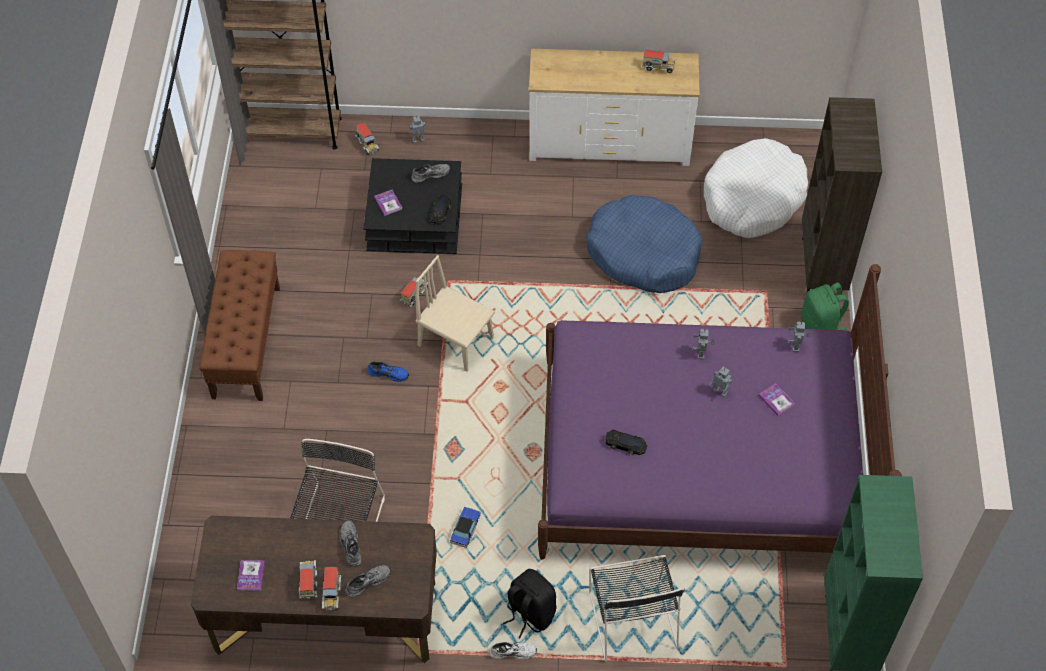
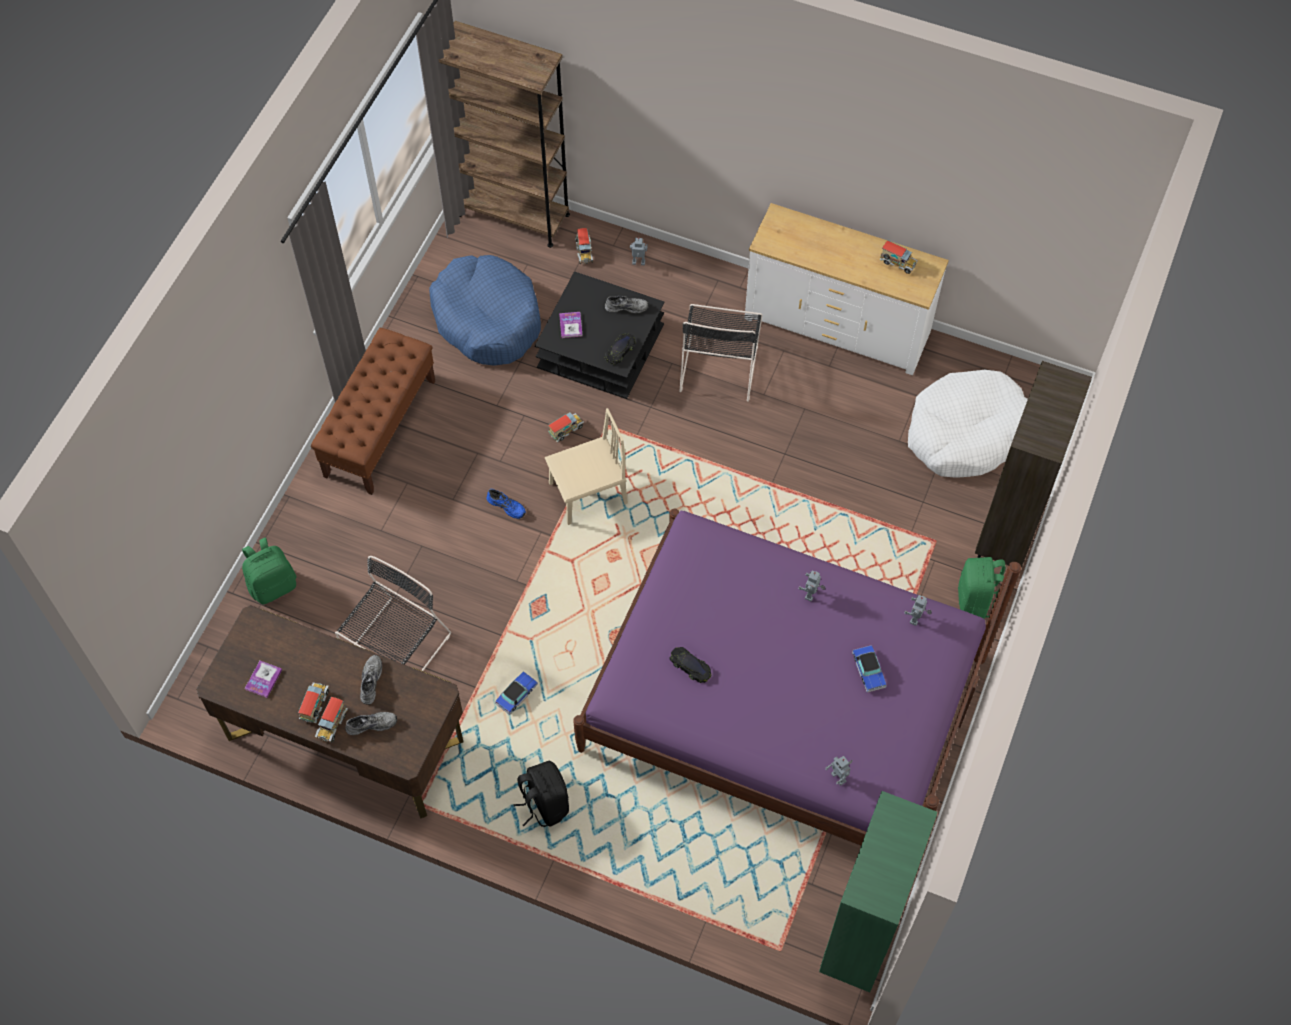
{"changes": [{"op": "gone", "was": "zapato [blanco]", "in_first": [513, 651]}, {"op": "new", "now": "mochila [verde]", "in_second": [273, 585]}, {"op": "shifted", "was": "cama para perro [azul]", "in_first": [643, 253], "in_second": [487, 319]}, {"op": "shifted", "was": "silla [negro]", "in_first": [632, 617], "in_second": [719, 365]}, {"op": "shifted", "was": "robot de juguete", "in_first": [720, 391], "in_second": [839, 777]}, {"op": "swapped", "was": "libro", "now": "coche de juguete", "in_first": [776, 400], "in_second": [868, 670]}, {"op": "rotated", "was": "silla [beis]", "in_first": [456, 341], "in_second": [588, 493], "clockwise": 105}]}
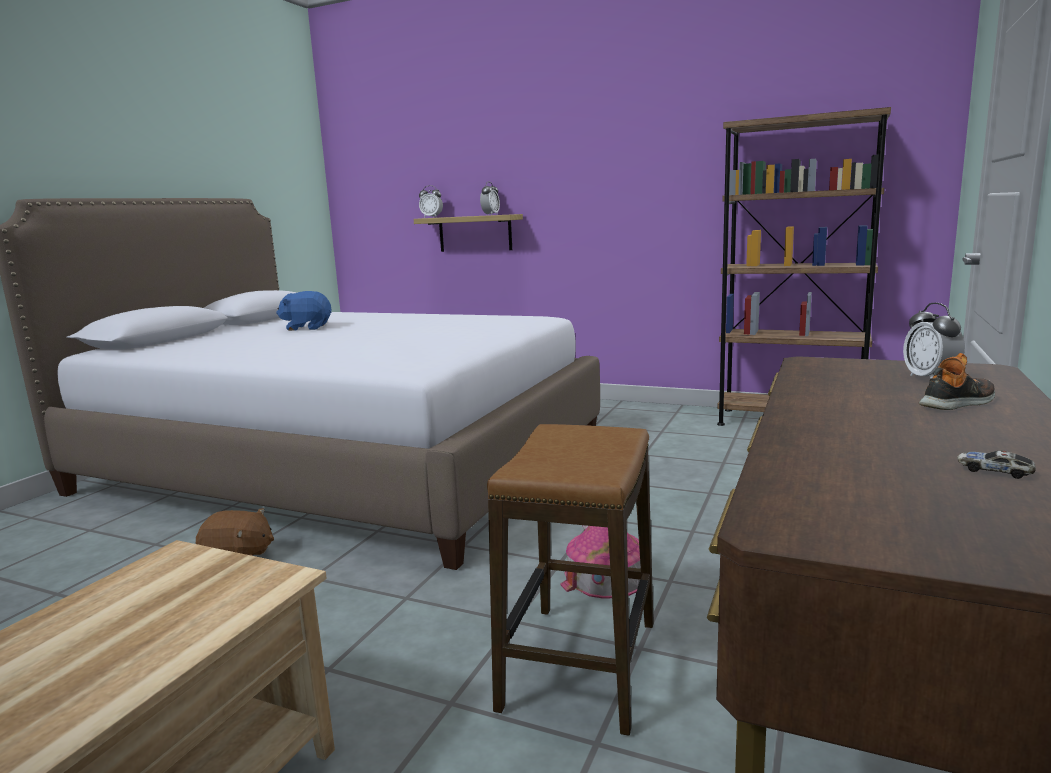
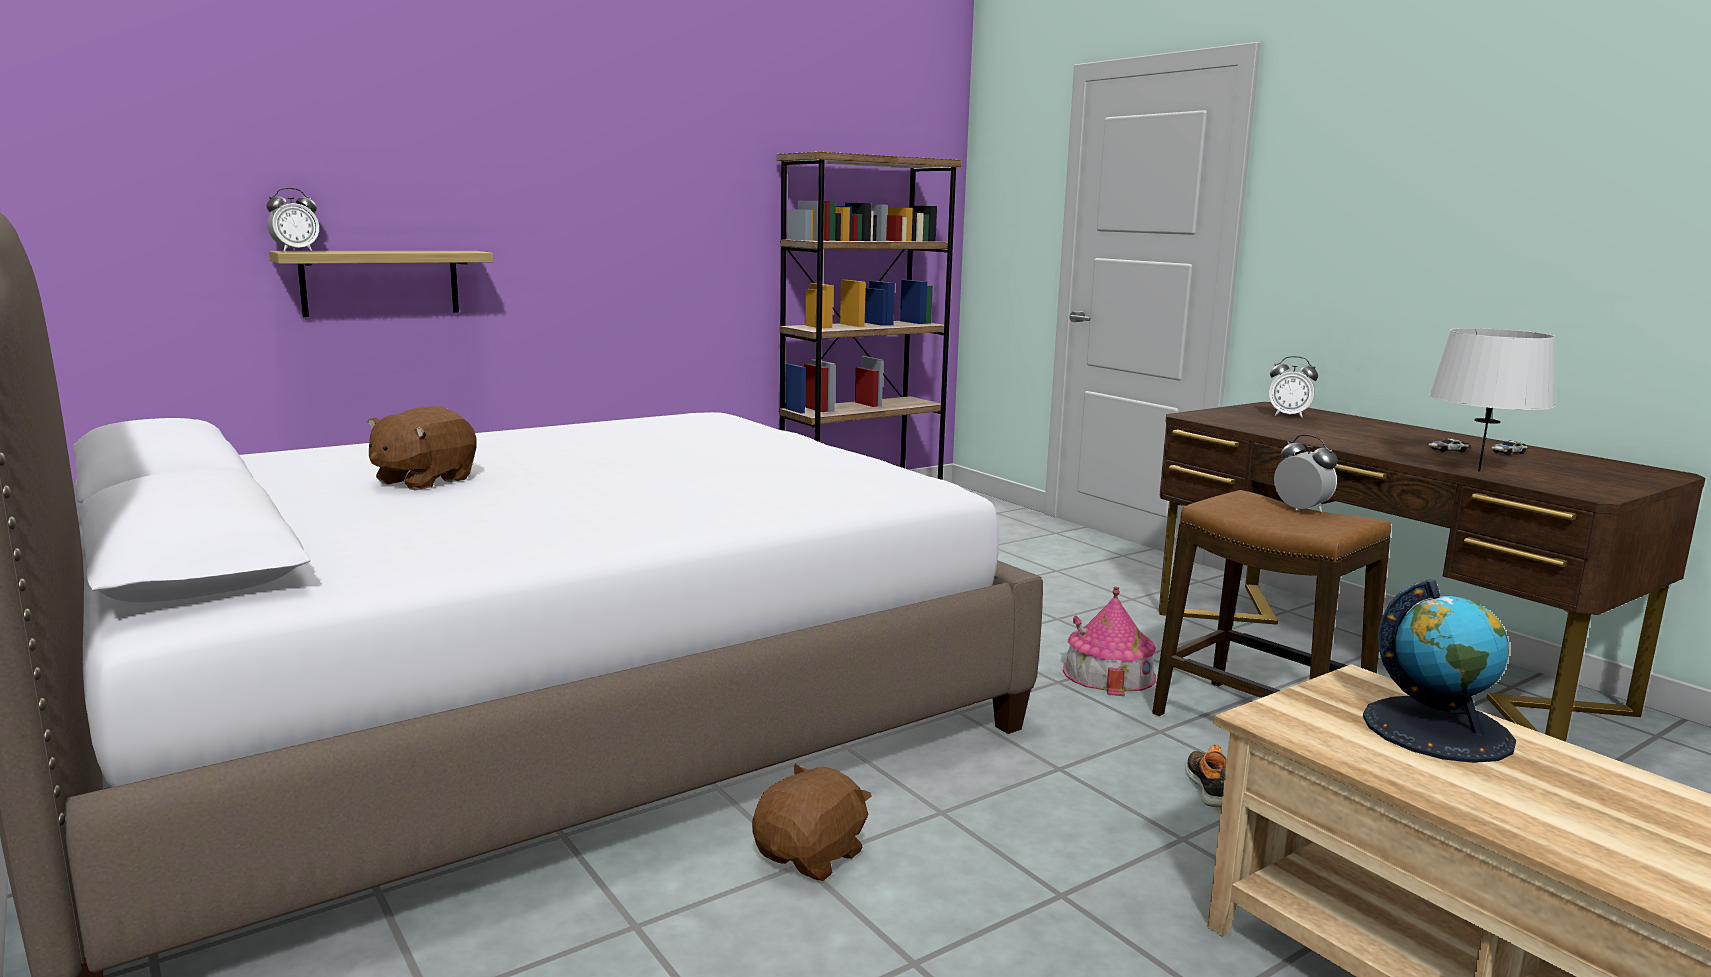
{"changes": [{"op": "new", "now": "globo terráqueo", "in_second": [1437, 729]}, {"op": "new", "now": "coche de juguete", "in_second": [1447, 451]}, {"op": "new", "now": "lámpara de mesa [gris]", "in_second": [1479, 471]}, {"op": "shifted", "was": "despertador", "in_first": [490, 215], "in_second": [1301, 509]}, {"op": "shifted", "was": "zapato", "in_first": [958, 403], "in_second": [1209, 787]}, {"op": "repainted", "was": "peluche [azul]", "now": "peluche [marrón]", "in_first": [307, 328], "in_second": [423, 480]}]}
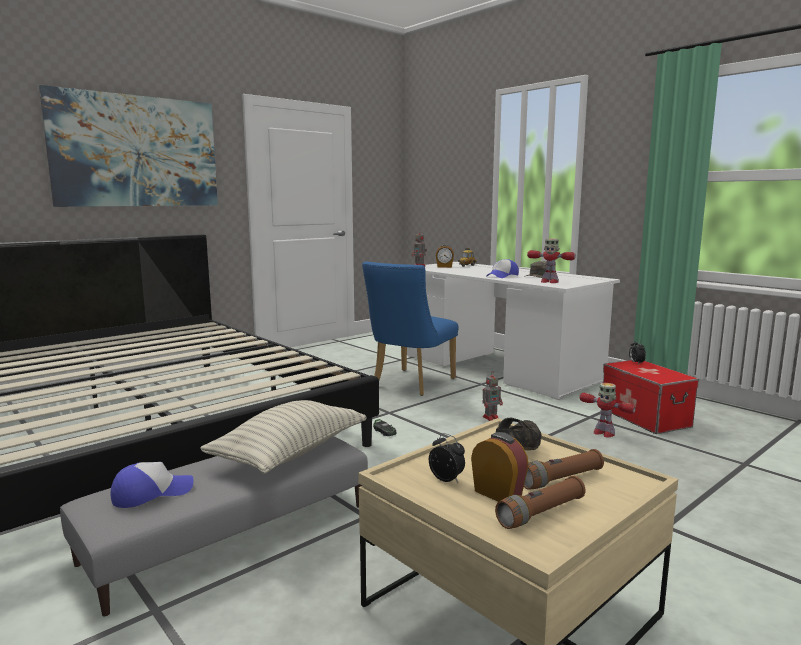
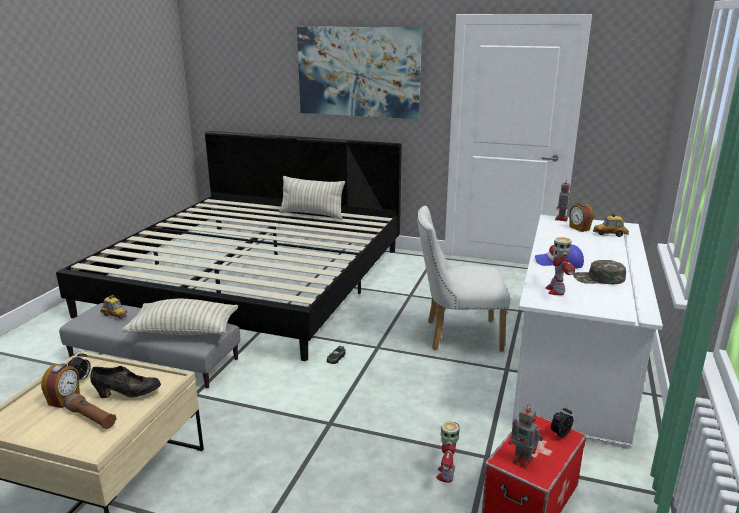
{"changes": [{"op": "gone", "was": "linterna [marrón]", "in_first": [541, 513]}, {"op": "new", "now": "cojín", "in_second": [312, 214]}, {"op": "shifted", "was": "robot de juguete", "in_first": [491, 417], "in_second": [523, 460]}, {"op": "swapped", "was": "gorra", "now": "coche de juguete", "in_first": [152, 493], "in_second": [115, 316]}, {"op": "repainted", "was": "silla [azul]", "now": "silla [blanco]", "in_first": [410, 384], "in_second": [456, 335]}]}
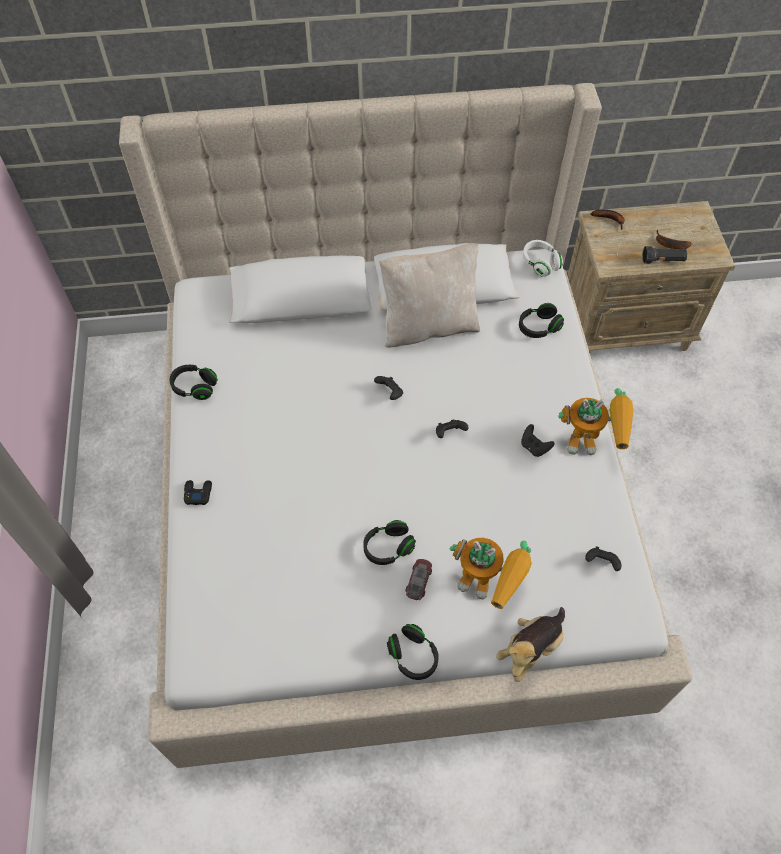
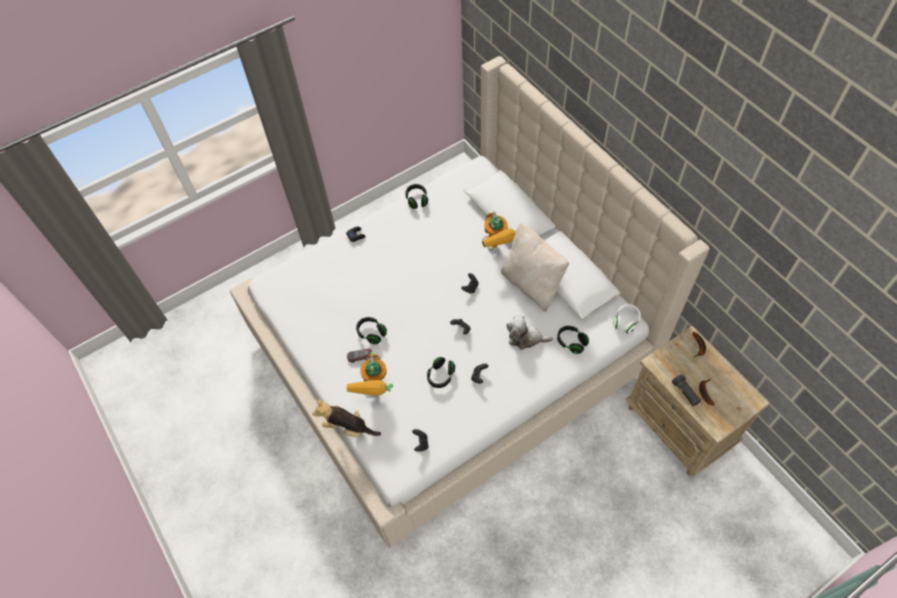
{"changes": [{"op": "new", "now": "peluche", "in_second": [525, 338]}, {"op": "shifted", "was": "auriculares [negro]", "in_first": [413, 656], "in_second": [441, 376]}, {"op": "shifted", "was": "robot de juguete", "in_first": [592, 442], "in_second": [497, 247]}]}
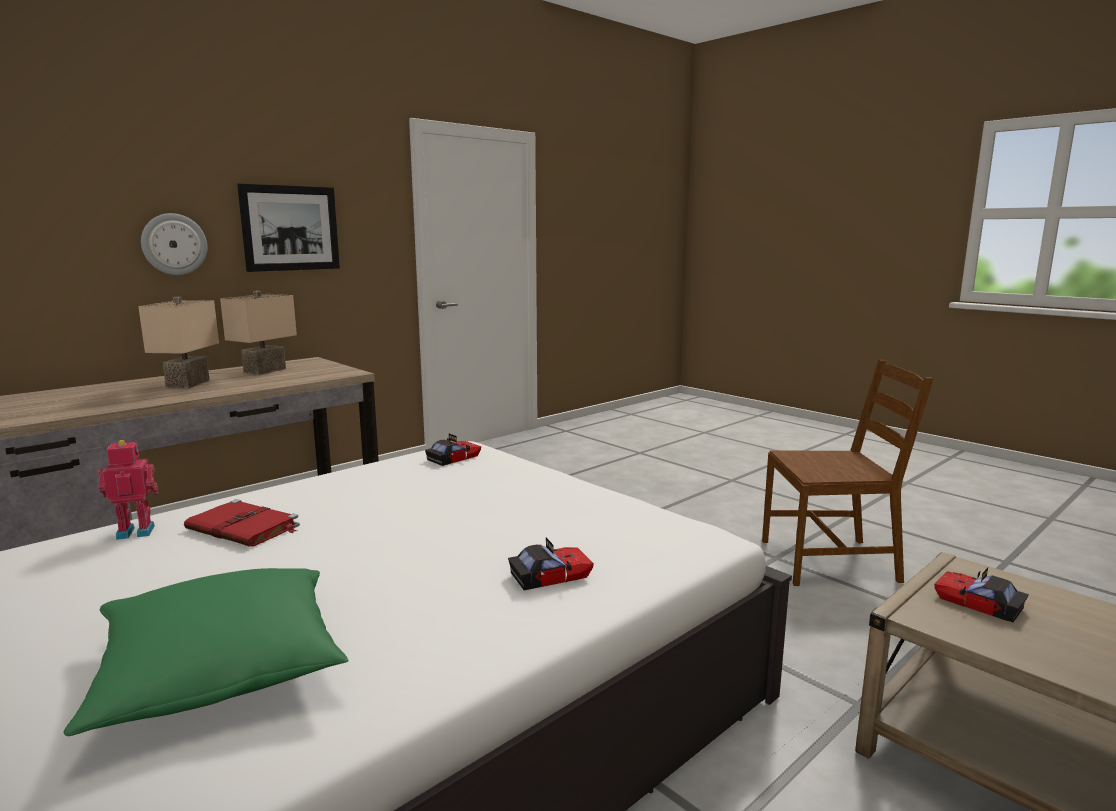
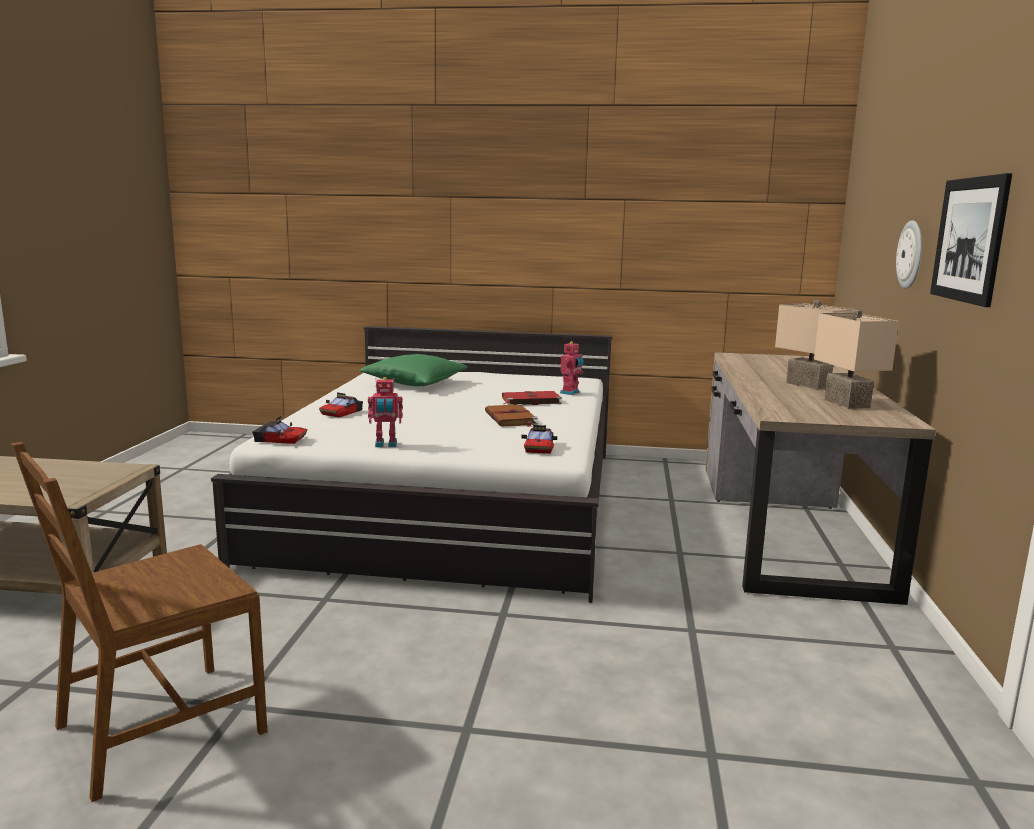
{"changes": [{"op": "new", "now": "robot de juguete", "in_second": [386, 445]}, {"op": "new", "now": "libro [marrón]", "in_second": [511, 418]}, {"op": "shifted", "was": "coche de juguete", "in_first": [978, 602], "in_second": [280, 439]}]}
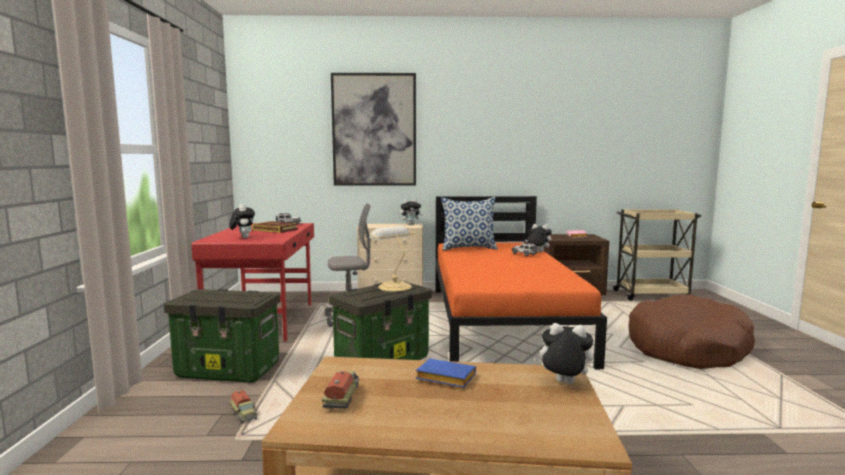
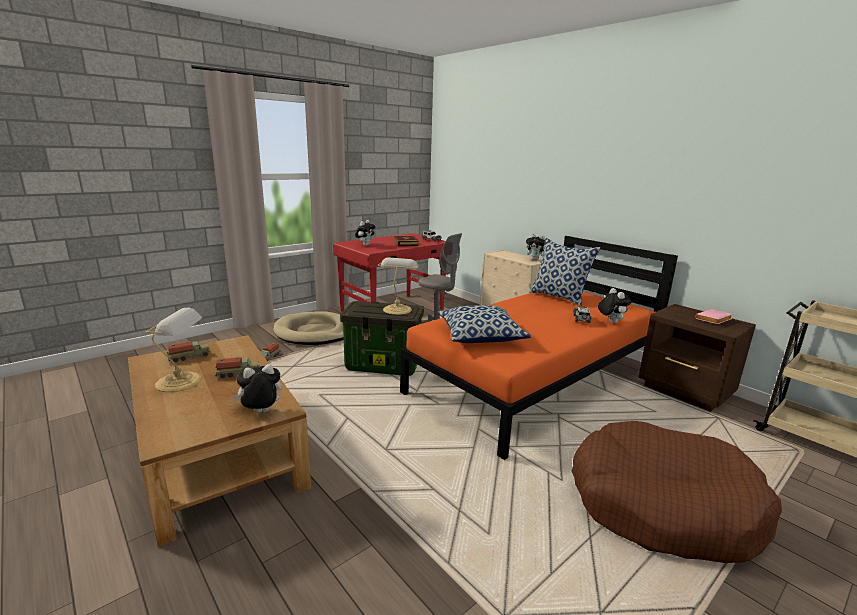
{"changes": [{"op": "gone", "was": "cuadro", "in_first": [374, 130]}, {"op": "new", "now": "lámpara de mesa", "in_second": [181, 382]}, {"op": "new", "now": "cojín", "in_second": [480, 337]}, {"op": "swapped", "was": "caja de almacenaje", "now": "cama para perro [beis]", "in_first": [230, 370], "in_second": [314, 332]}, {"op": "swapped", "was": "libro [azul]", "now": "camión de juguete", "in_first": [444, 378], "in_second": [238, 373]}, {"op": "rotated", "was": "peluche", "in_first": [563, 383], "in_second": [261, 413], "clockwise": -90}]}
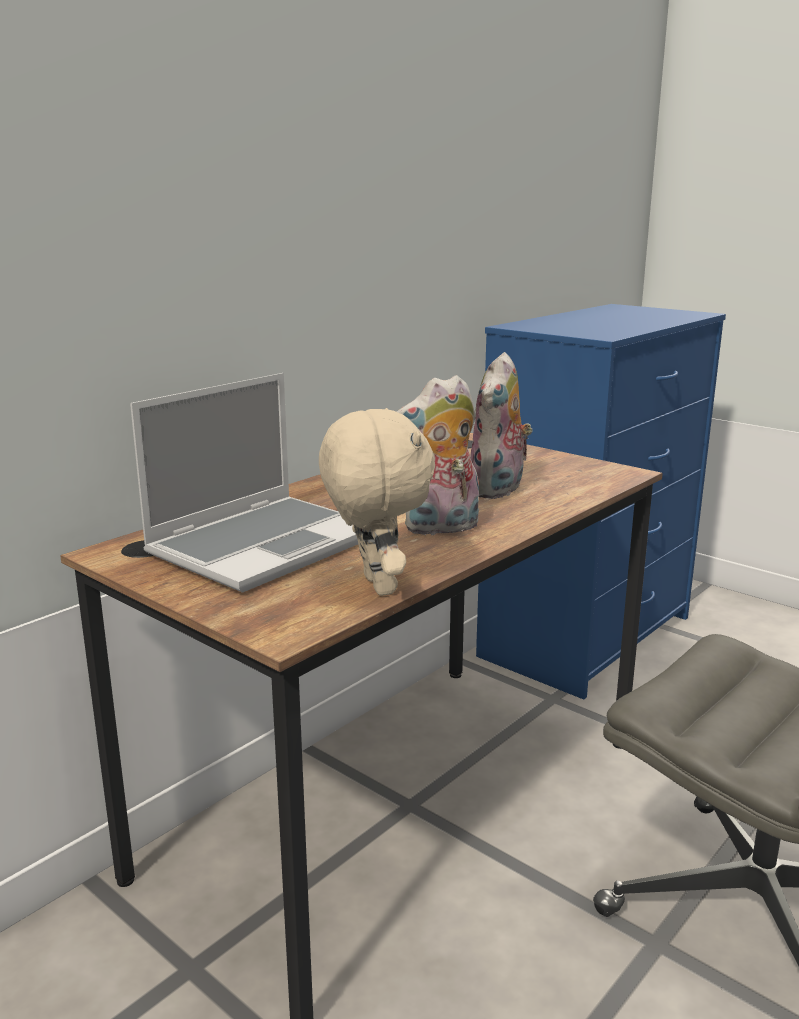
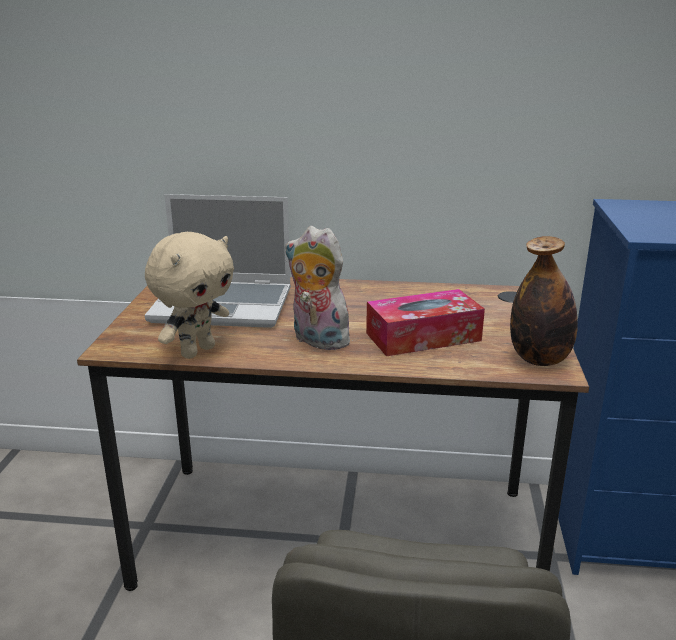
{"changes": [{"op": "new", "now": "botella", "in_second": [539, 359]}, {"op": "swapped", "was": "peluche", "now": "caja de pañuelos", "in_first": [498, 490], "in_second": [423, 337]}]}
